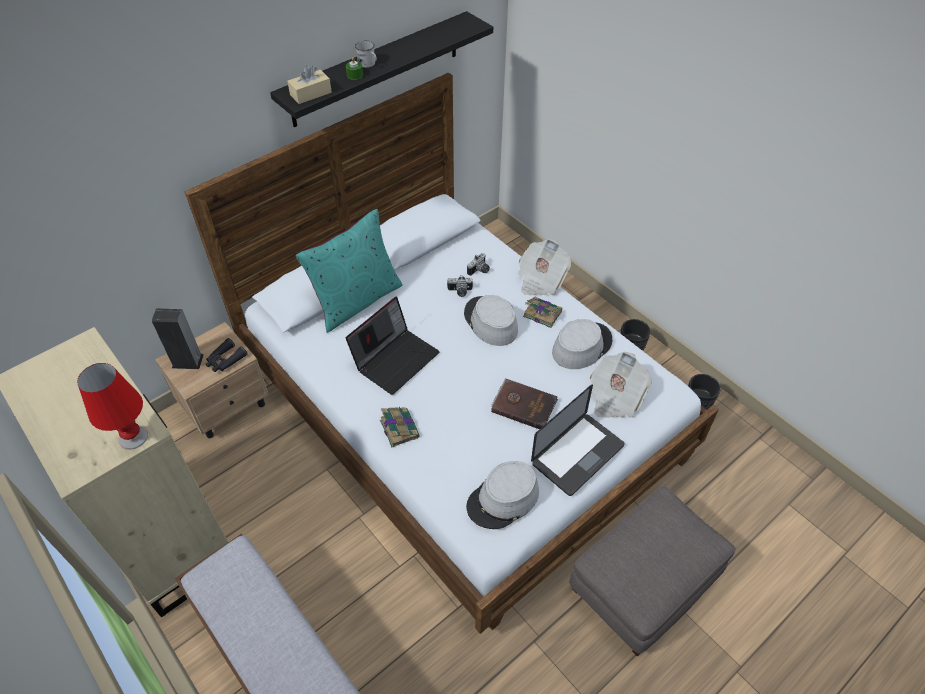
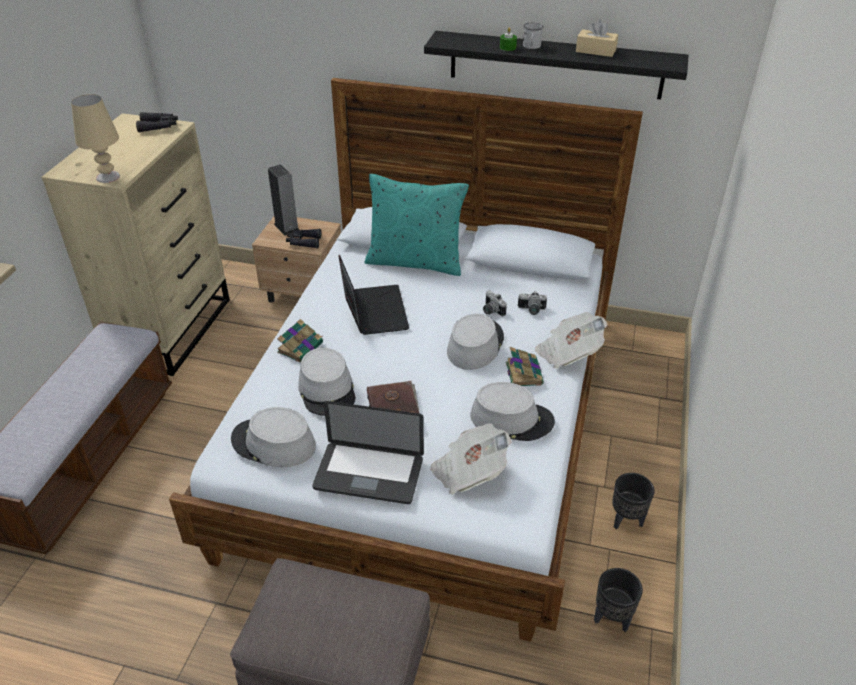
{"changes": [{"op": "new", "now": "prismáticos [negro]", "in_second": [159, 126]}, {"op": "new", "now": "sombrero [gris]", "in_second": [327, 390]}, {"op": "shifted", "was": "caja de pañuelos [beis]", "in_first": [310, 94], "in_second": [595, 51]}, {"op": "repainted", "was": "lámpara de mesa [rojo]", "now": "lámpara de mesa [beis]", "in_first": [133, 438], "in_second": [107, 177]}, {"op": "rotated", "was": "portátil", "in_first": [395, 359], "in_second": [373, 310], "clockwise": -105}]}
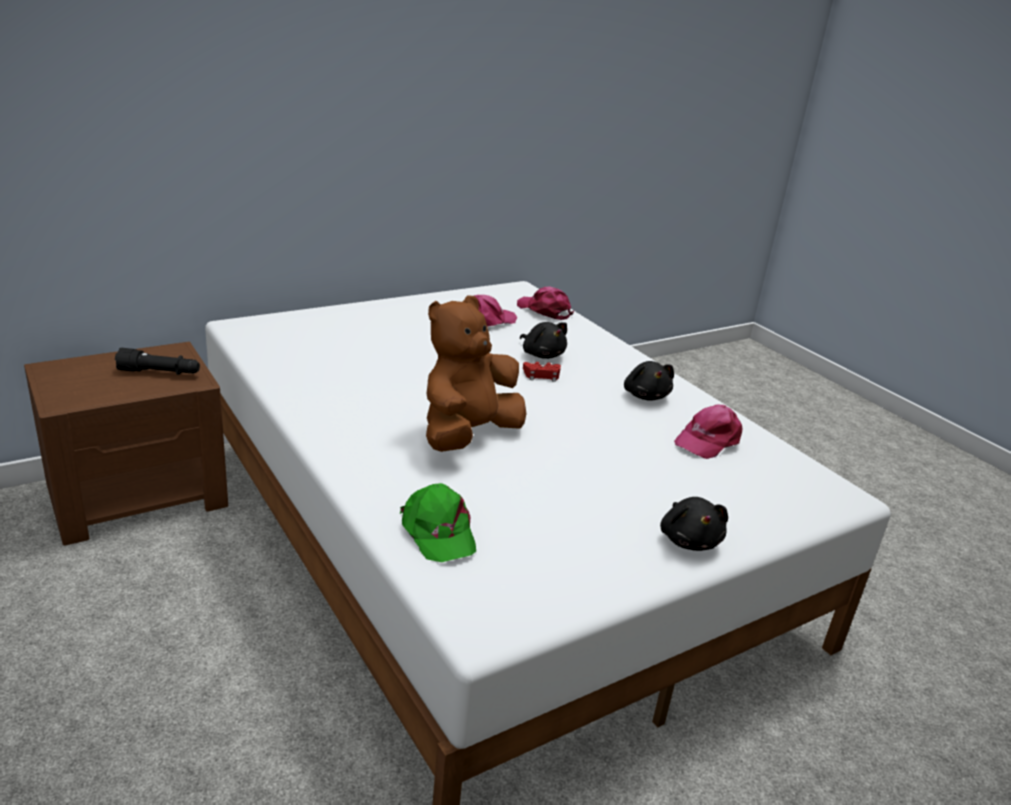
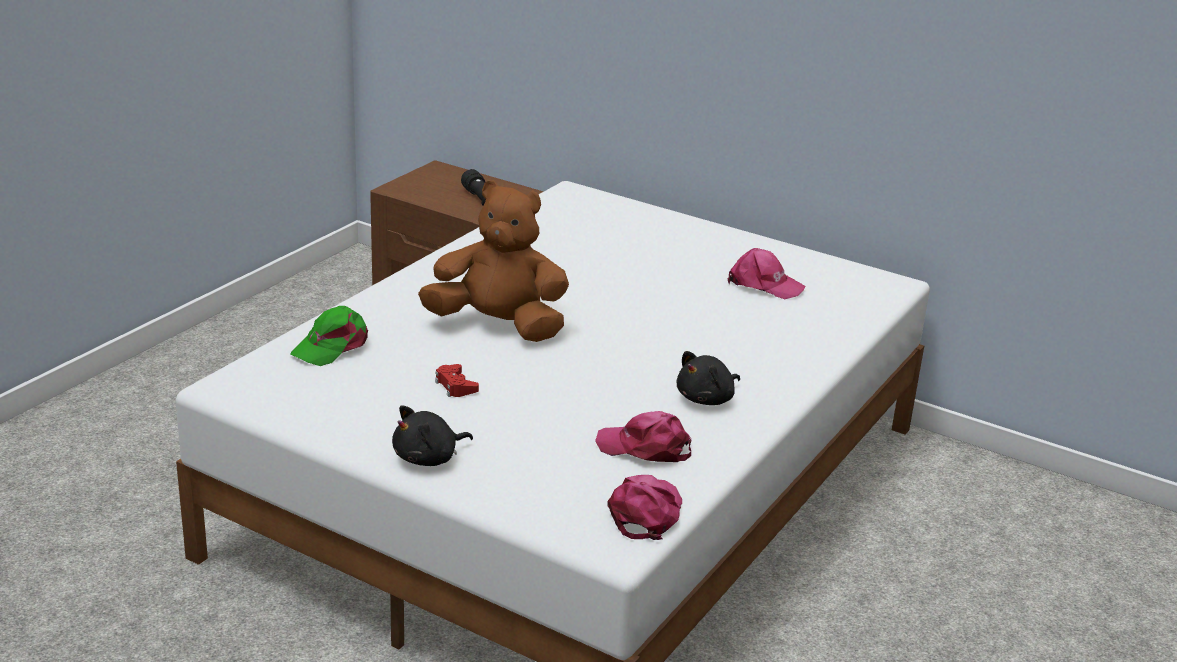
{"changes": [{"op": "gone", "was": "peluche [negro]", "in_first": [542, 354]}, {"op": "shifted", "was": "gorra [rosa]", "in_first": [544, 310], "in_second": [646, 513]}, {"op": "shifted", "was": "mando de consola [rojo]", "in_first": [541, 375], "in_second": [455, 386]}]}
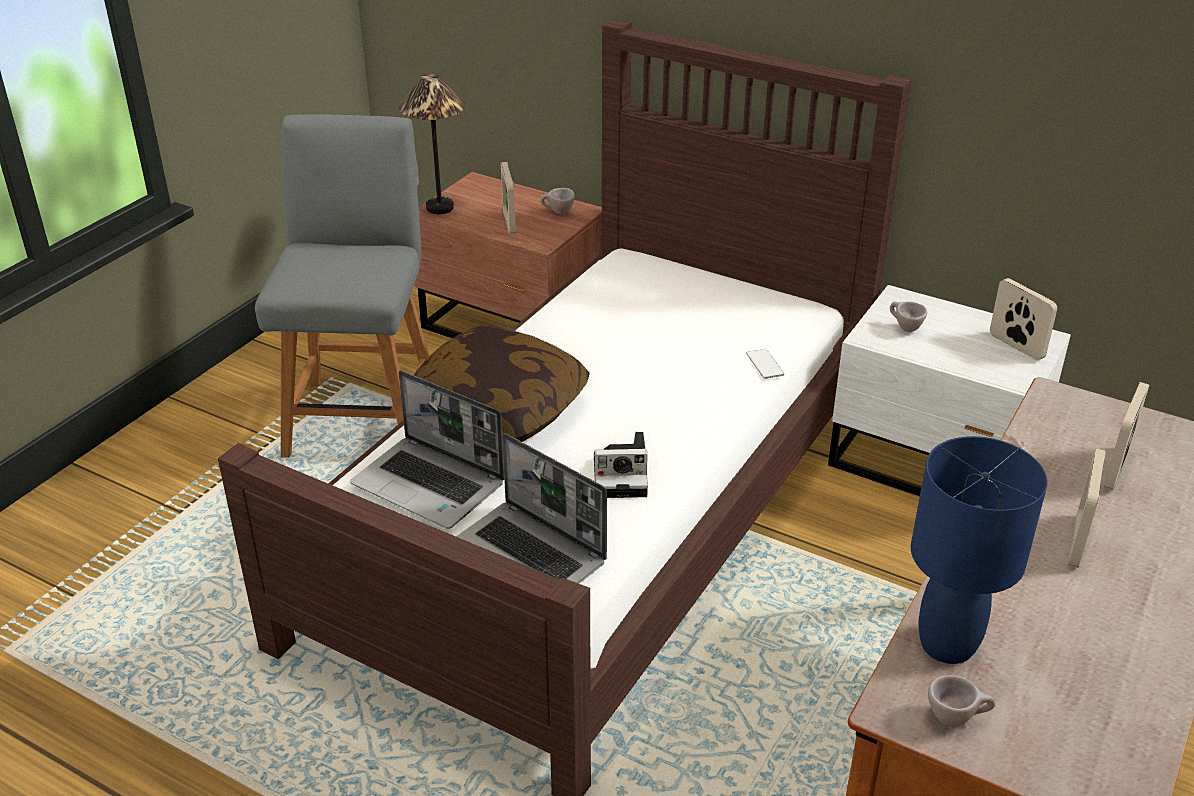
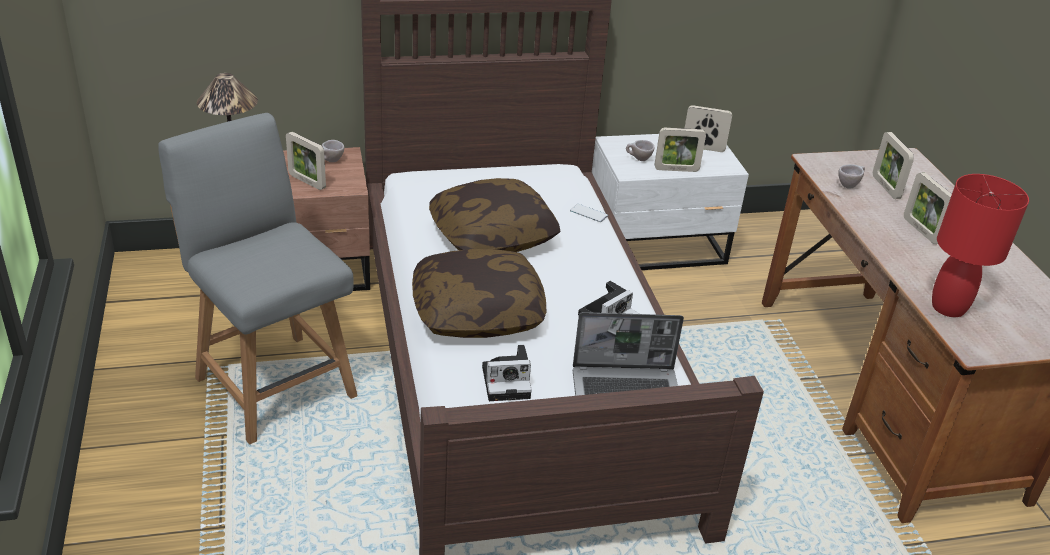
{"changes": [{"op": "new", "now": "cojín", "in_second": [492, 236]}, {"op": "new", "now": "portarretratos", "in_second": [676, 169]}, {"op": "shifted", "was": "taza [beis]", "in_first": [956, 718], "in_second": [849, 185]}, {"op": "swapped", "was": "portátil", "now": "cámara", "in_first": [430, 484], "in_second": [508, 381]}, {"op": "repainted", "was": "lámpara de mesa [azul]", "now": "lámpara de mesa [rojo]", "in_first": [948, 645], "in_second": [948, 307]}]}
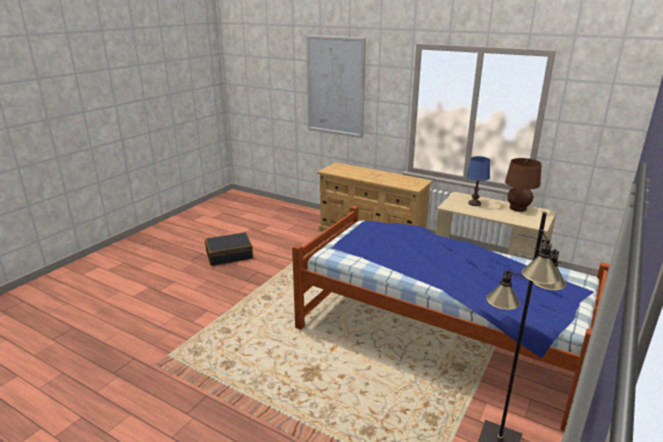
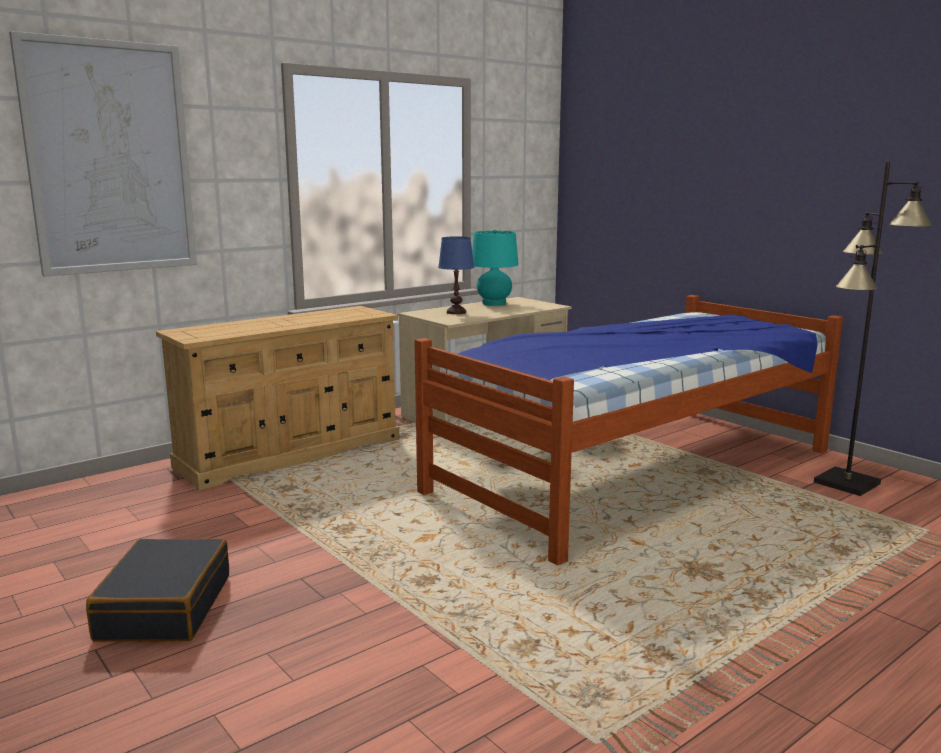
{"changes": [{"op": "repainted", "was": "lámpara de mesa [marrón]", "now": "lámpara de mesa [turquesa]", "in_first": [518, 208], "in_second": [494, 303]}]}
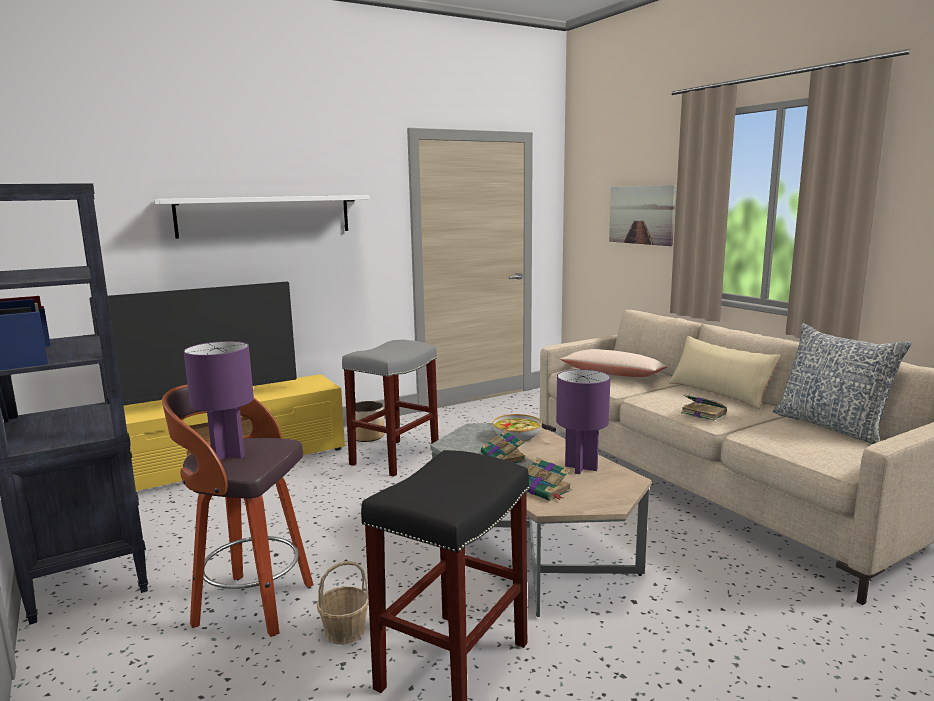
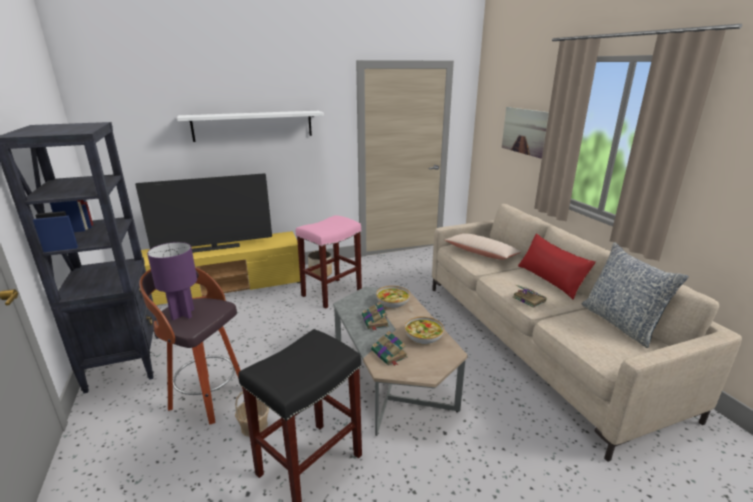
{"changes": [{"op": "swapped", "was": "lámpara de mesa [morado]", "now": "cuenco", "in_first": [581, 467], "in_second": [424, 337]}, {"op": "repainted", "was": "taburete [gris]", "now": "taburete [rosa]", "in_first": [395, 457], "in_second": [332, 292]}, {"op": "repainted", "was": "cojín [beis]", "now": "cojín [rojo]", "in_first": [719, 393], "in_second": [550, 280]}]}
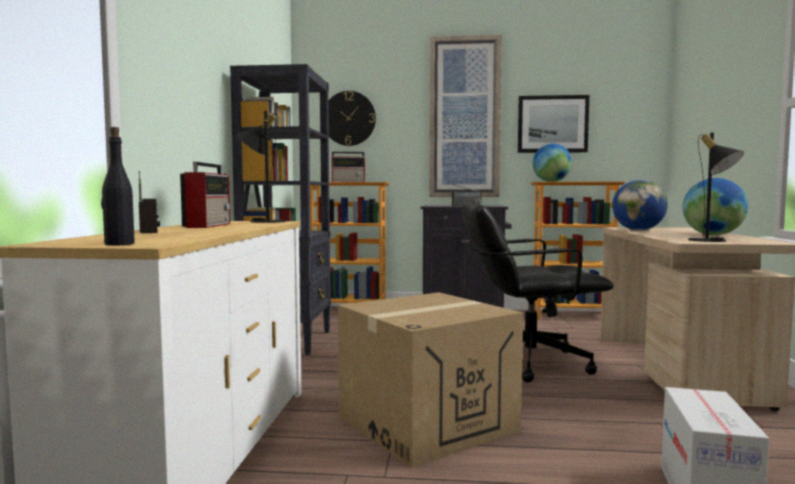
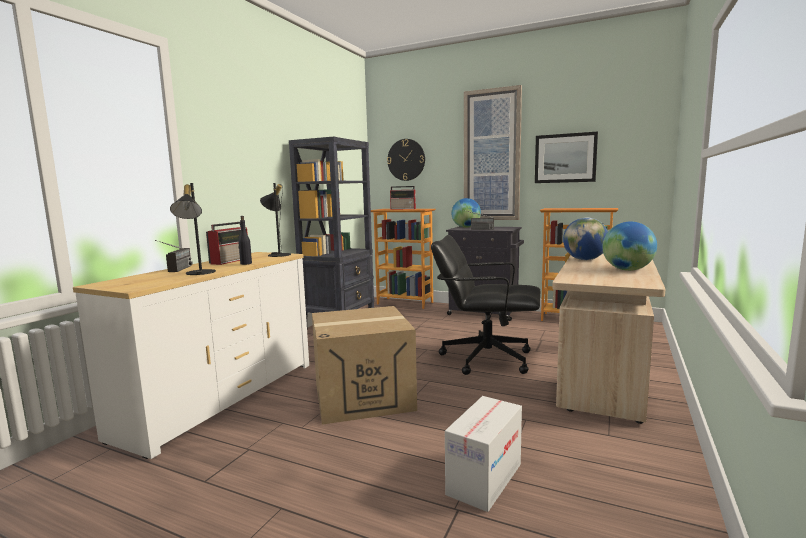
{"changes": [{"op": "shifted", "was": "botella [negro]", "in_first": [119, 244], "in_second": [246, 263]}, {"op": "shifted", "was": "globo terráqueo", "in_first": [551, 182], "in_second": [466, 227]}, {"op": "shifted", "was": "lámpara de mesa [negro]", "in_first": [712, 241], "in_second": [197, 273]}]}
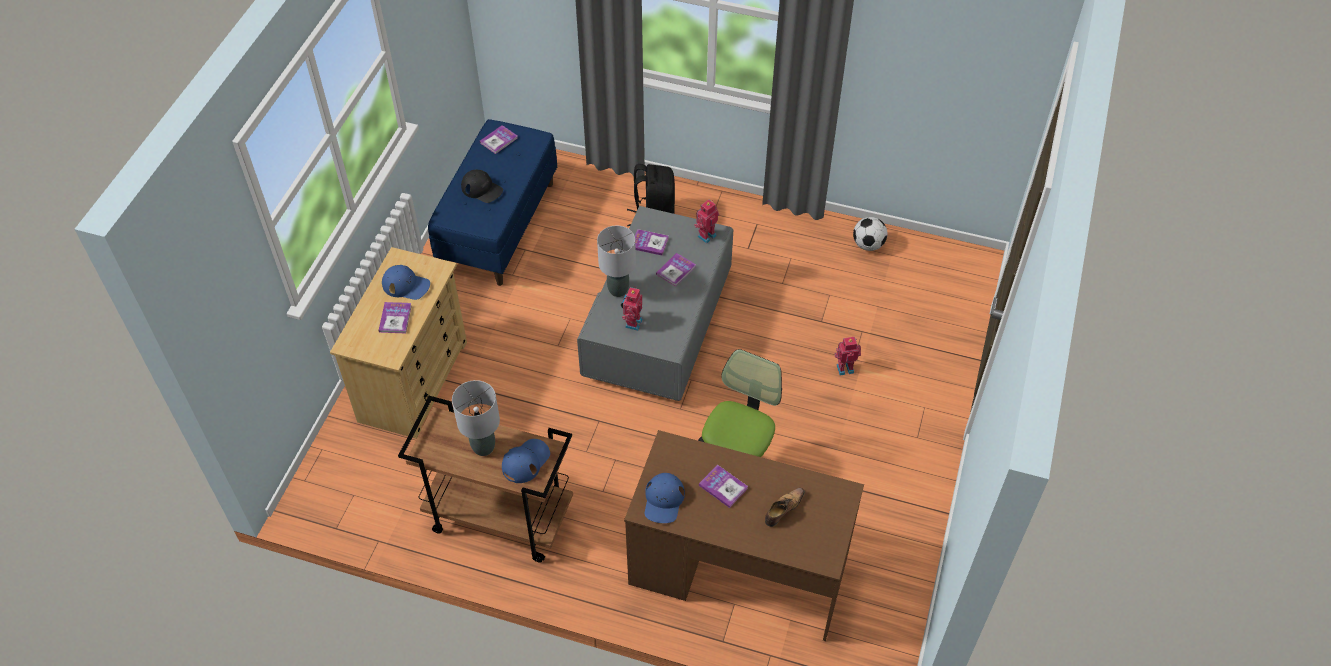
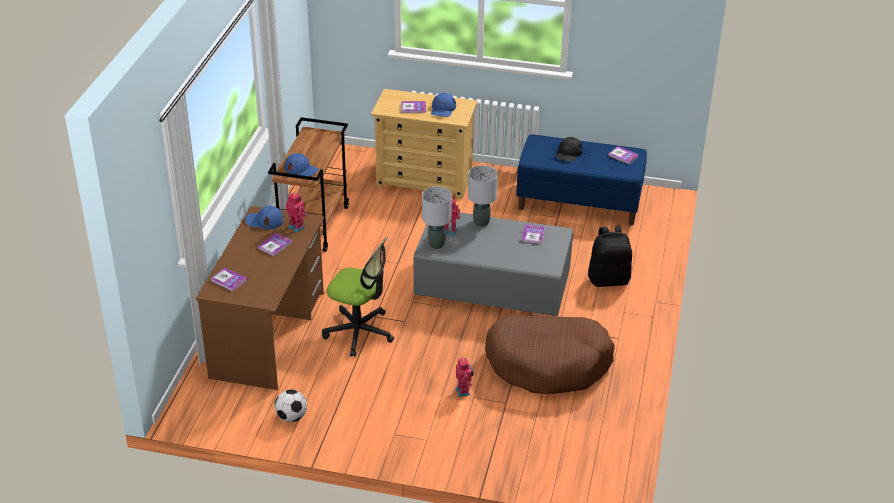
{"changes": [{"op": "gone", "was": "zapato", "in_first": [783, 509]}, {"op": "new", "now": "cama para perro [marrón]", "in_second": [548, 363]}, {"op": "shifted", "was": "lámpara de mesa [gris]", "in_first": [483, 447], "in_second": [436, 244]}, {"op": "shifted", "was": "libro", "in_first": [676, 270], "in_second": [228, 280]}, {"op": "shifted", "was": "robot de juguete", "in_first": [706, 235], "in_second": [297, 227]}, {"op": "shifted", "was": "balón de fútbol", "in_first": [868, 245], "in_second": [291, 417]}]}
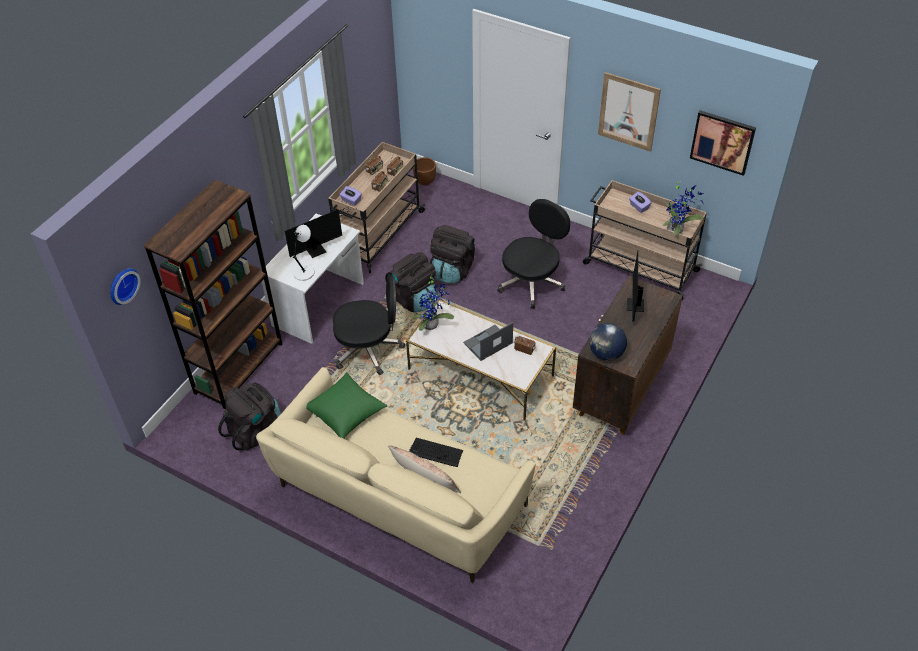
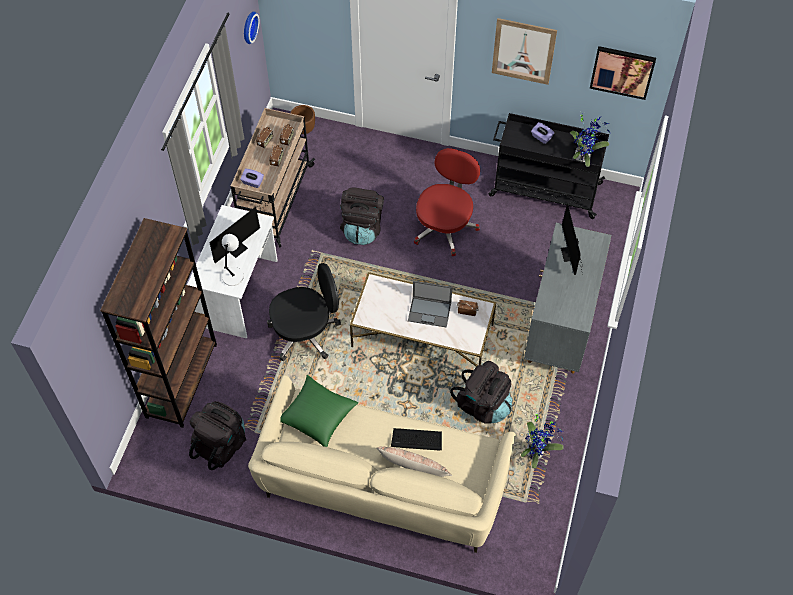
{"changes": [{"op": "gone", "was": "globo terráqueo", "in_first": [606, 354]}, {"op": "shifted", "was": "reloj de pared", "in_first": [122, 285], "in_second": [248, 27]}, {"op": "shifted", "was": "mochila [negro]", "in_first": [414, 298], "in_second": [483, 405]}, {"op": "shifted", "was": "planta en maceta", "in_first": [432, 324], "in_second": [536, 452]}, {"op": "repainted", "was": "silla de oficina [negro]", "now": "silla de oficina [rojo]", "in_first": [532, 282], "in_second": [445, 226]}, {"op": "repainted", "was": "armario [marrón]", "now": "armario [gris]", "in_first": [620, 391], "in_second": [560, 329]}, {"op": "repainted", "was": "carrito [beis]", "now": "carrito [negro]", "in_first": [639, 267], "in_second": [544, 189]}, {"op": "rotated", "was": "portátil", "in_first": [487, 343], "in_second": [430, 311], "clockwise": -120}]}
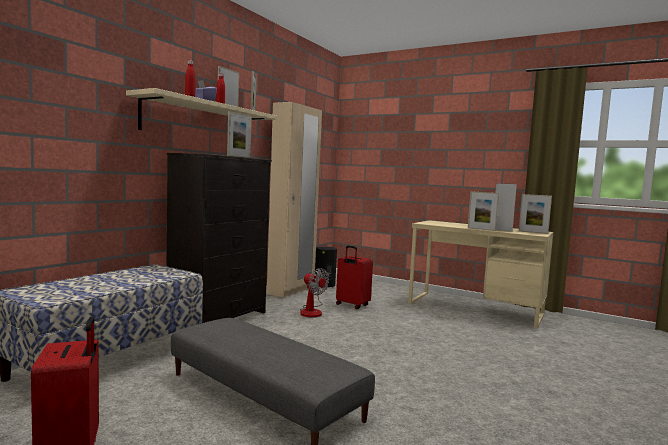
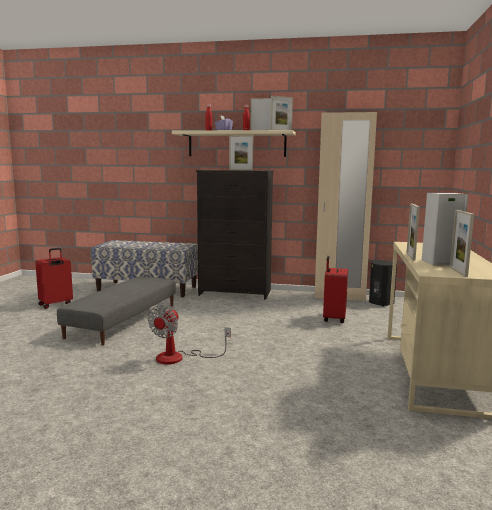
{"changes": [{"op": "shifted", "was": "ventilador", "in_first": [312, 311], "in_second": [179, 358]}]}
